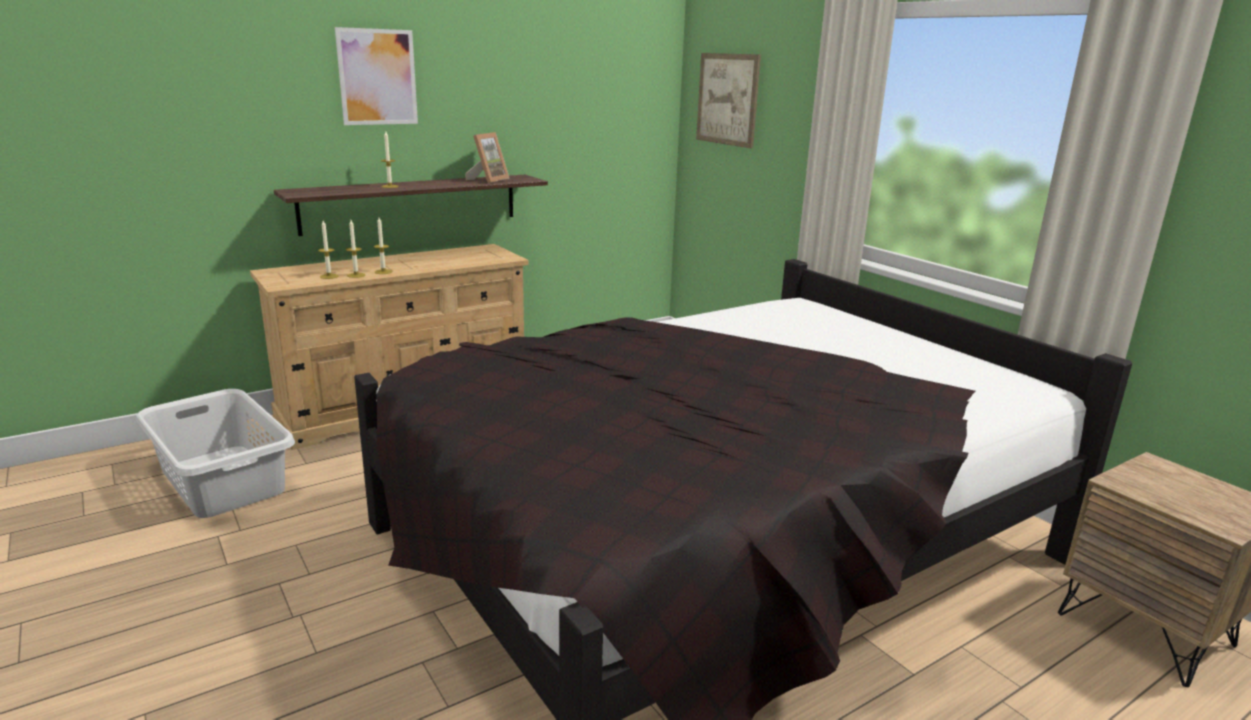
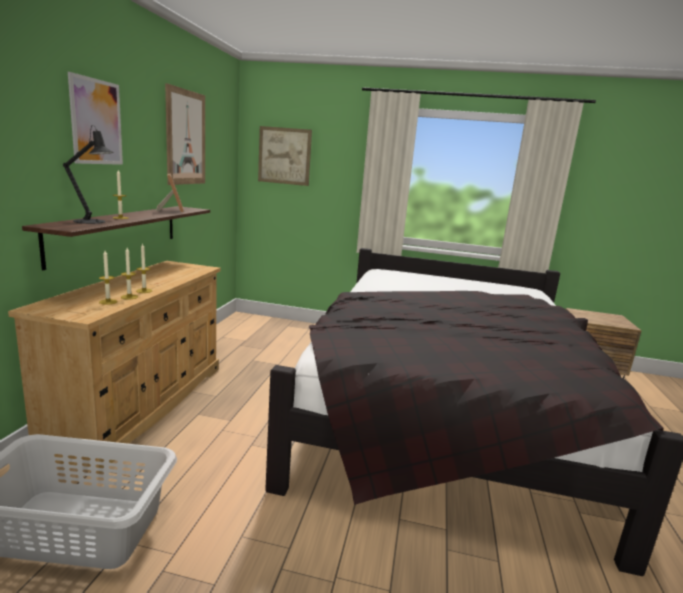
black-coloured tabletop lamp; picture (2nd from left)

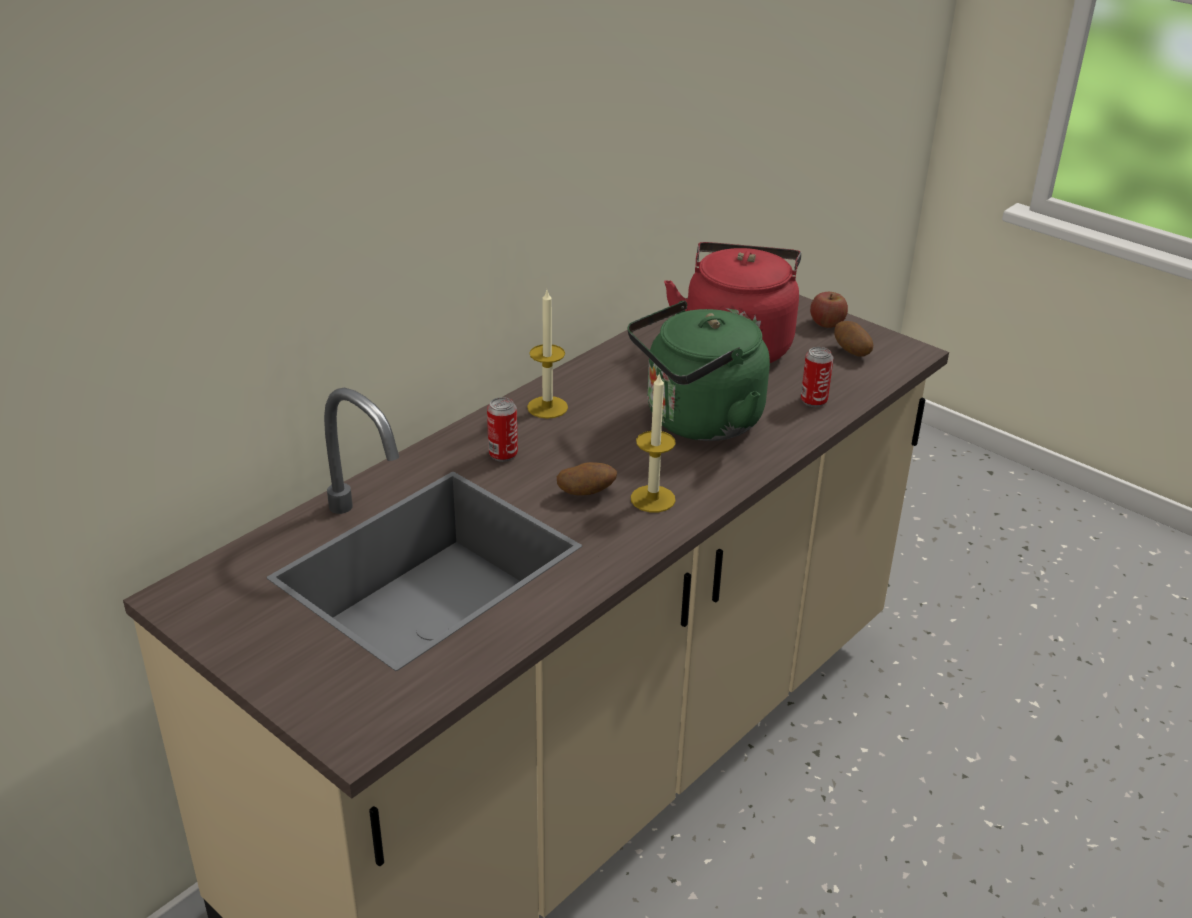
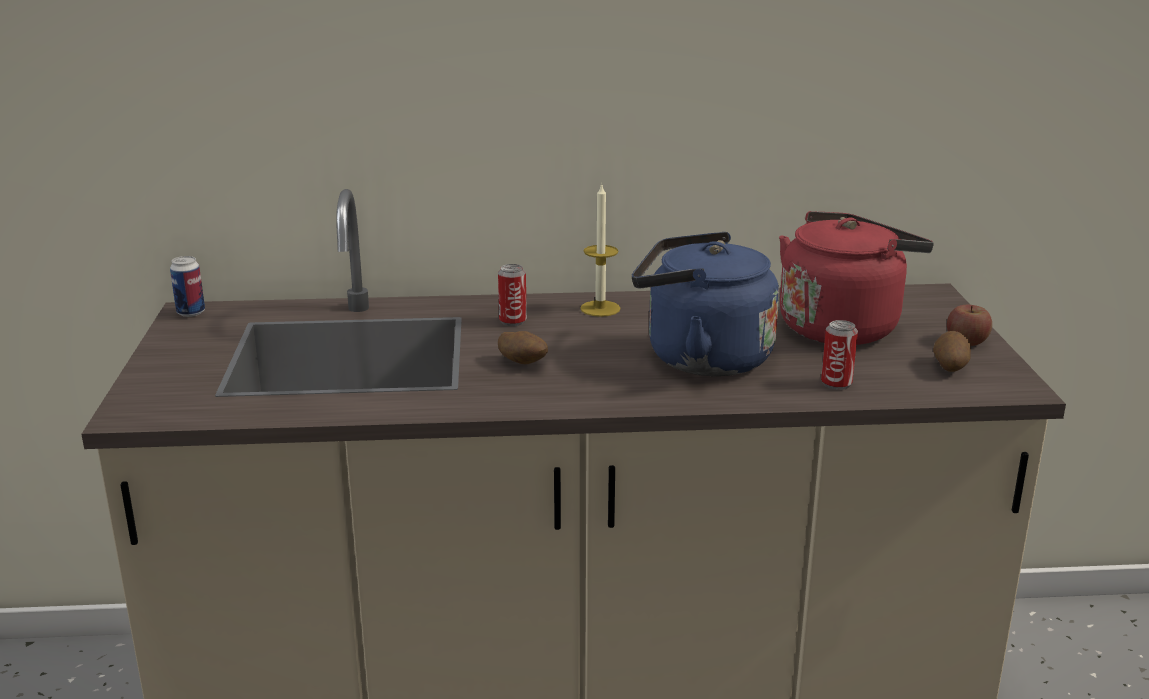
blue tea kettle; candle (2nd from left in the first image); metal can (1st from left)

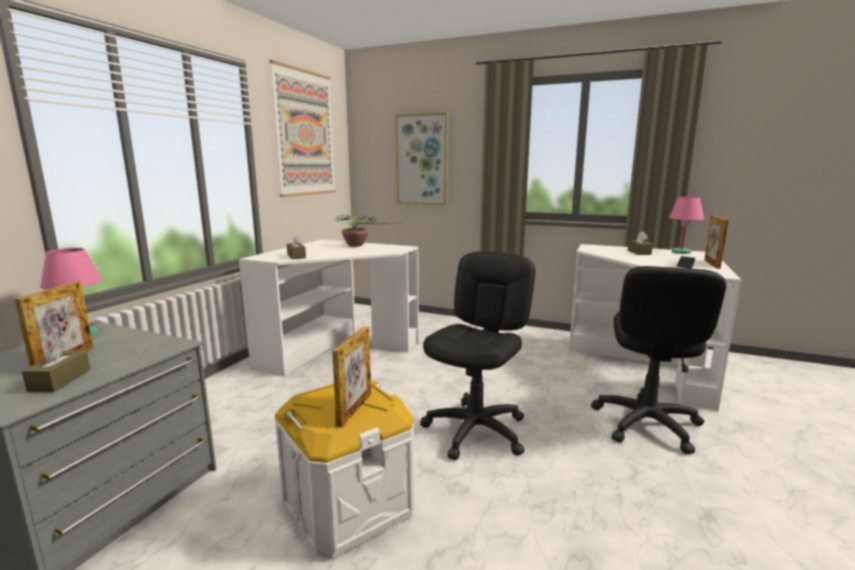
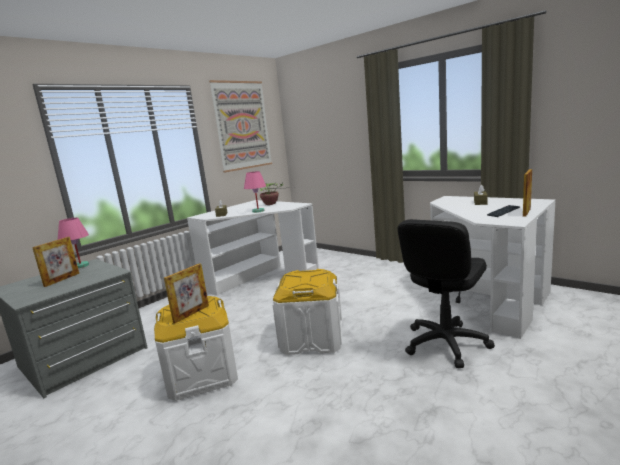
brown box of tissues (1st from left in the first image); picture (2nd from left in the first image); white storage box (2nd from left); pink-coloured tabletop lamp (2nd from left)

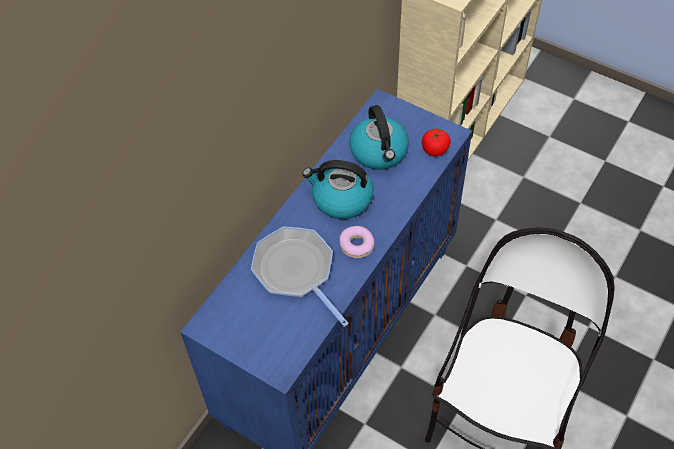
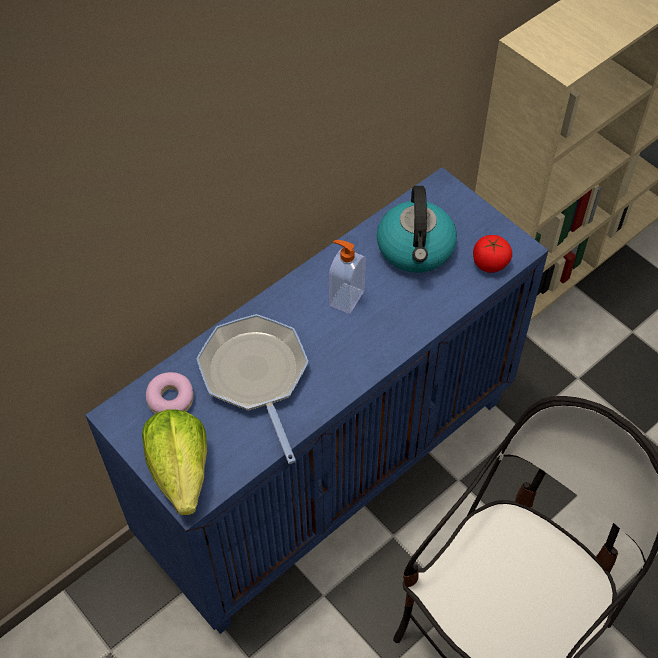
soap dispenser; doughnut; lettuce head

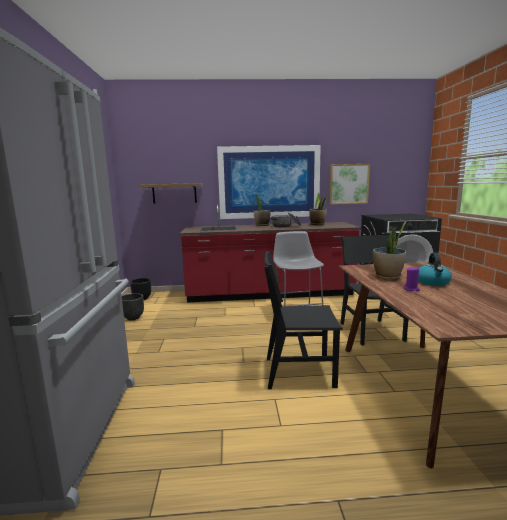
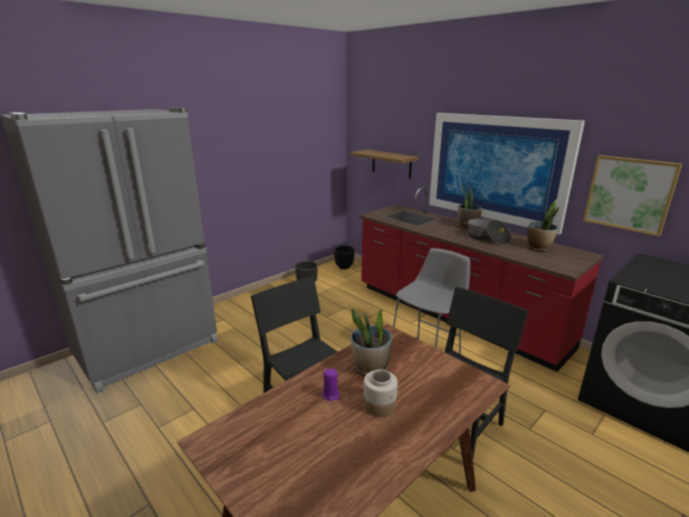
preserve jar

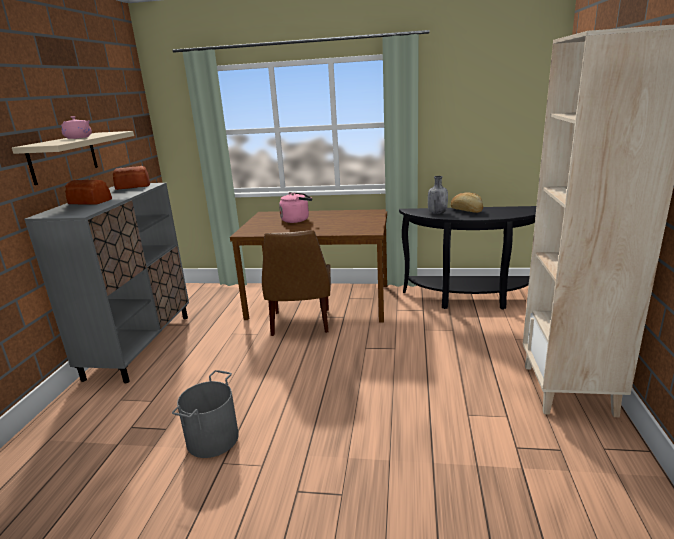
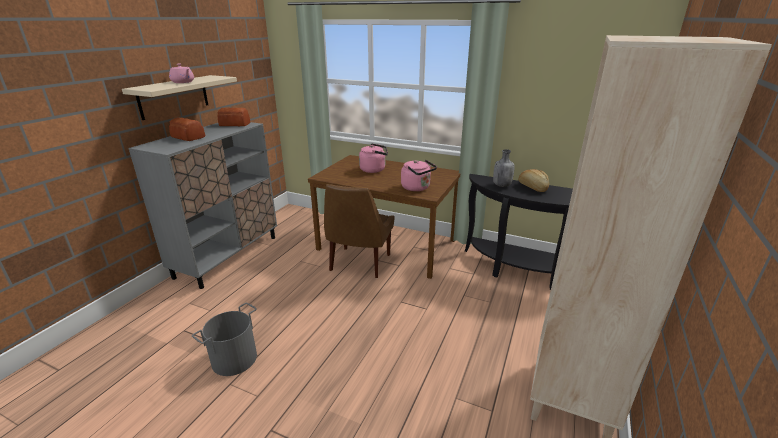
pink-coloured tea kettle (2nd from left)

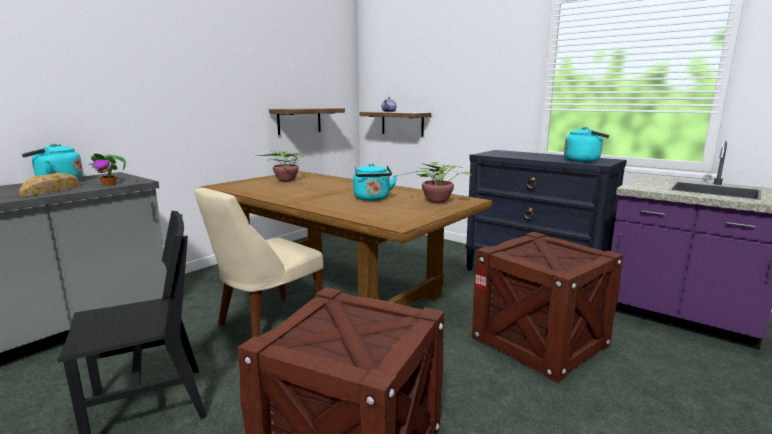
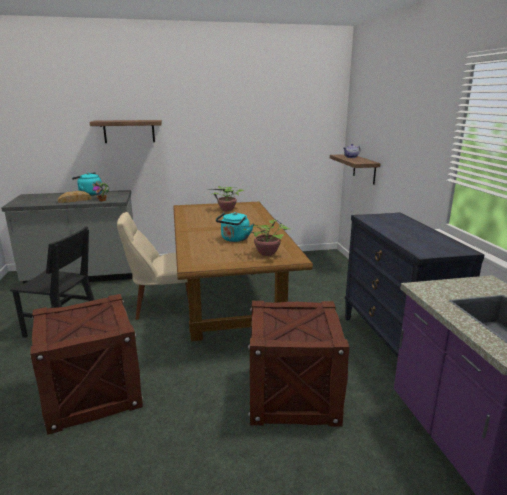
wall shelf (1st from left); turquoise-coloured tea kettle (3rd from left in the first image)

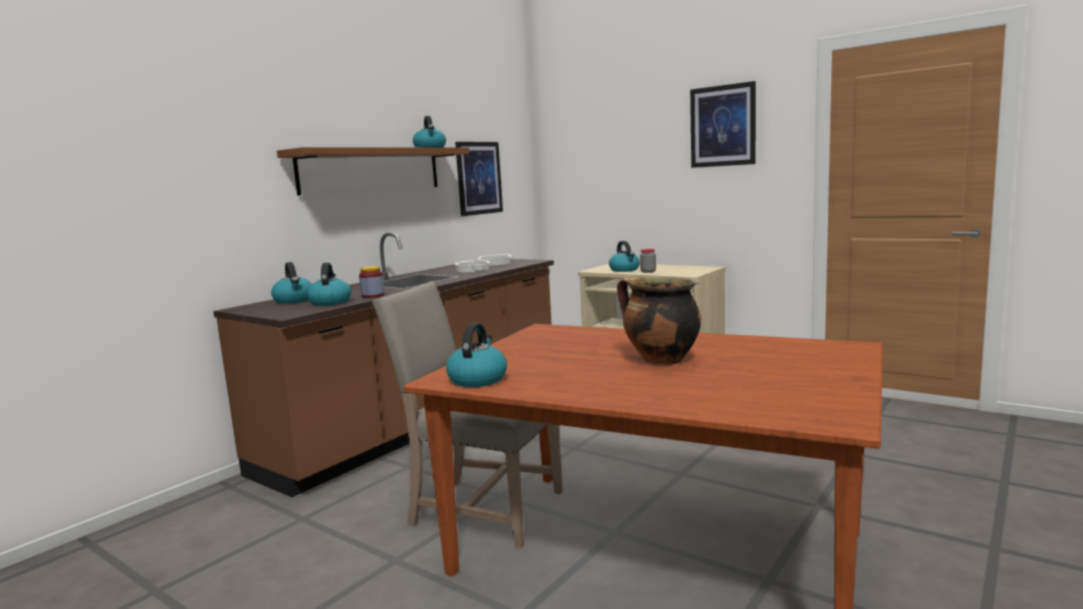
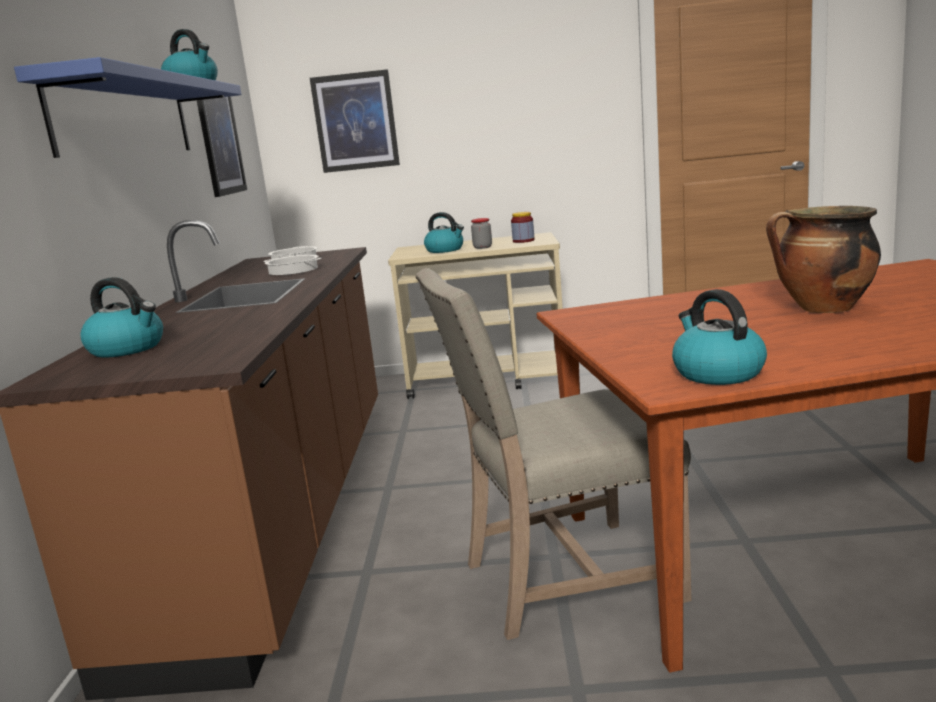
blue wall shelf; tea kettle (2nd from left in the first image); preserve jar (2nd from left); picture (2nd from left)

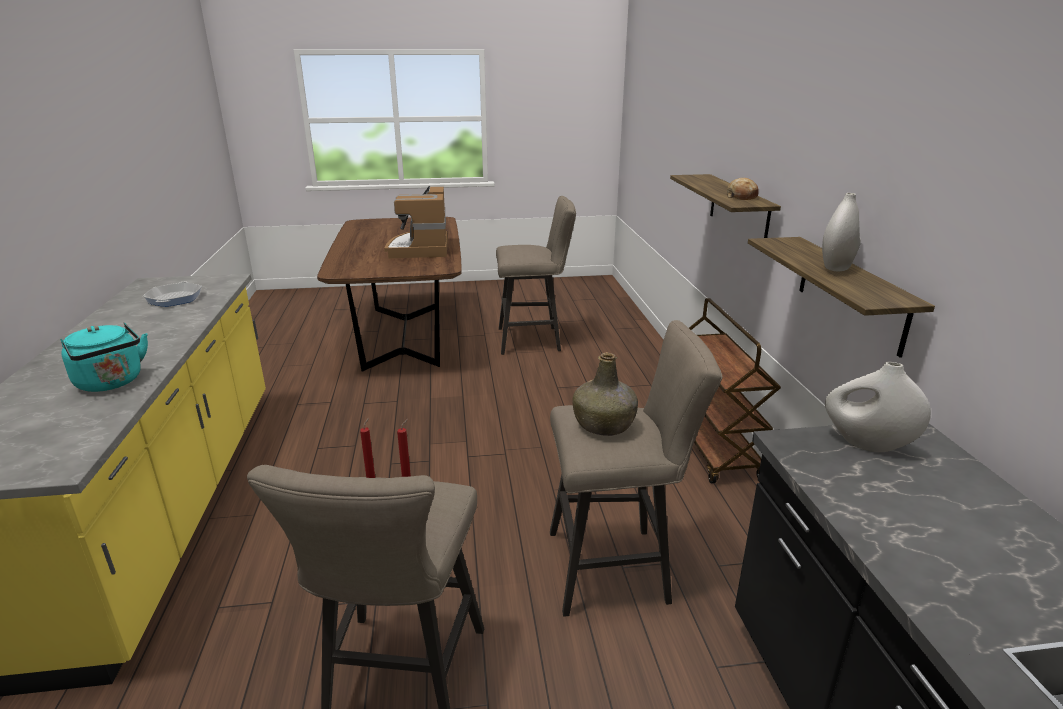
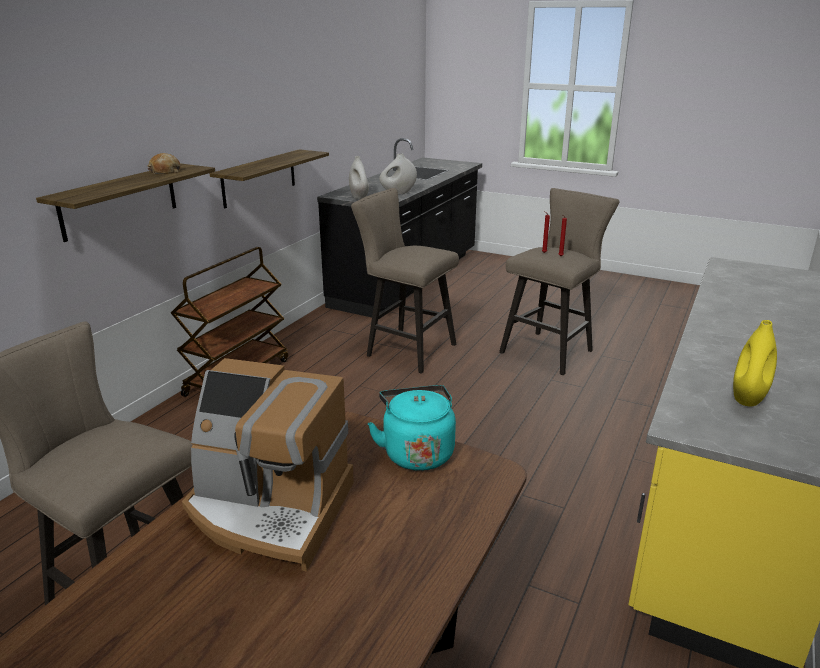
turquoise-coloured tea kettle; yellow-coloured vase; coffee maker; greenish drink bottle; white vase (2nd from left)

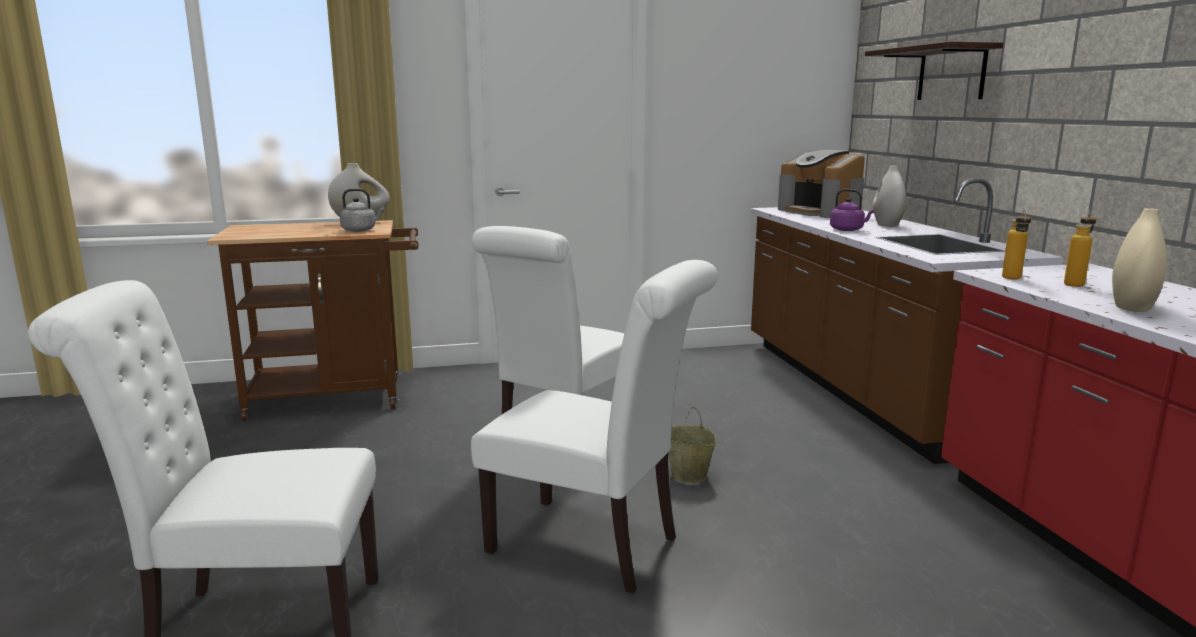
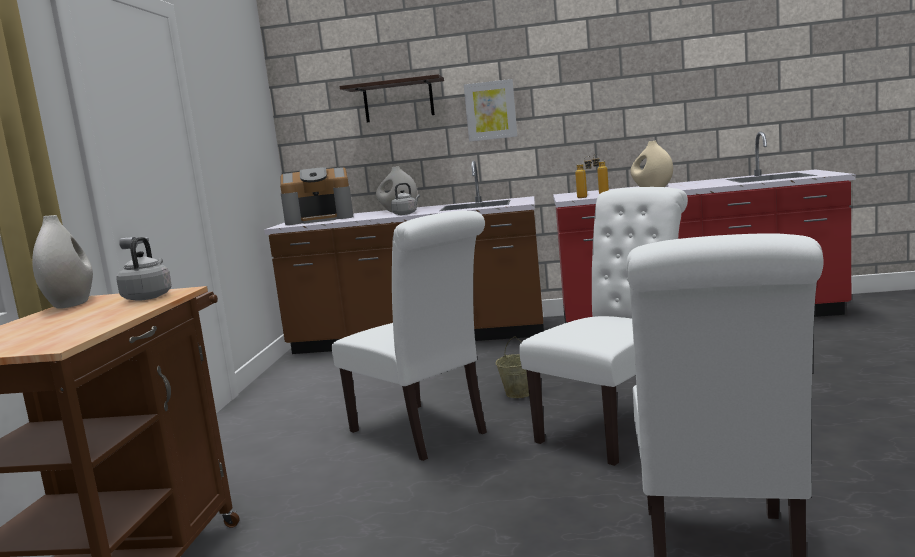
gray tea kettle (2nd from left); picture

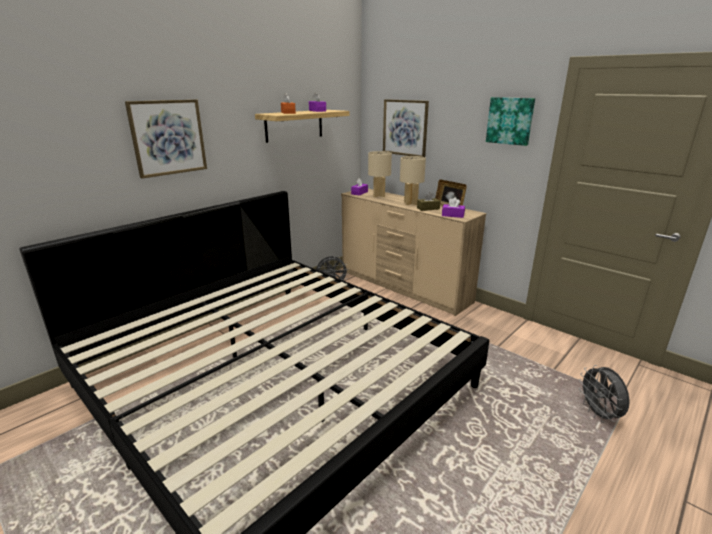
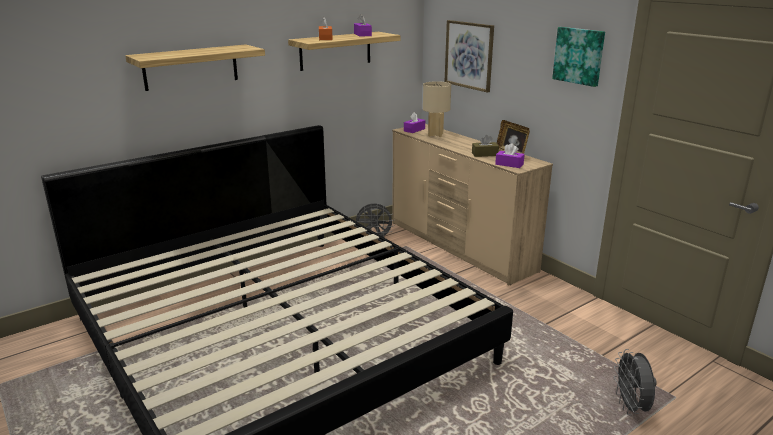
wall shelf (1st from left); beige tabletop lamp (2nd from left in the first image)

